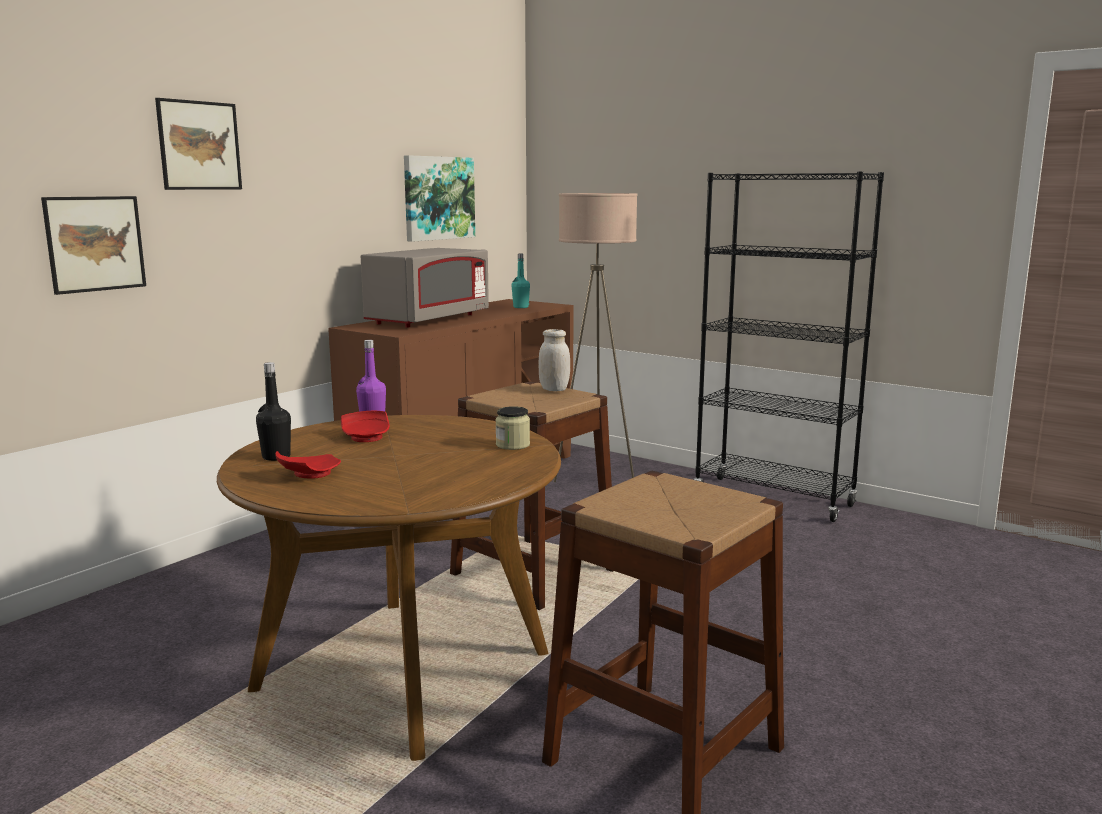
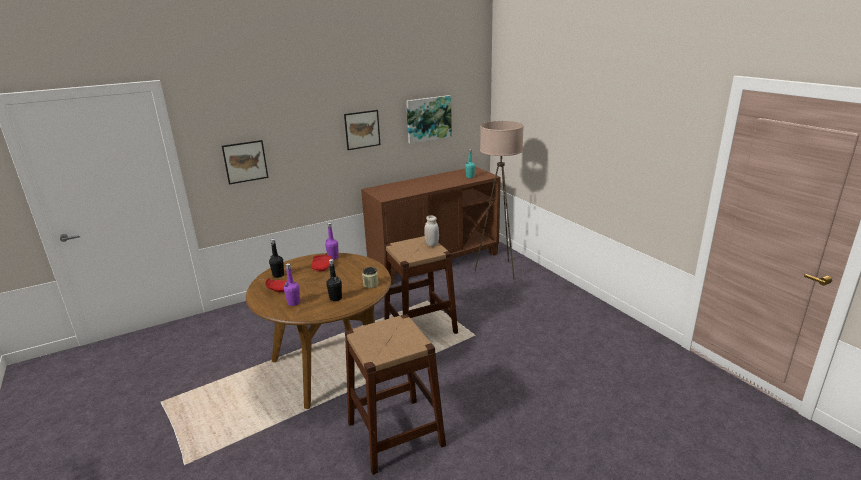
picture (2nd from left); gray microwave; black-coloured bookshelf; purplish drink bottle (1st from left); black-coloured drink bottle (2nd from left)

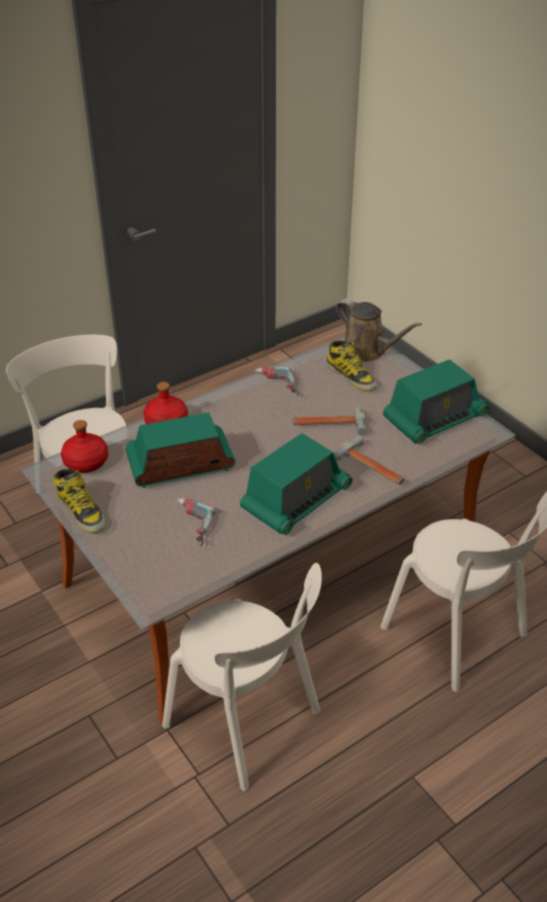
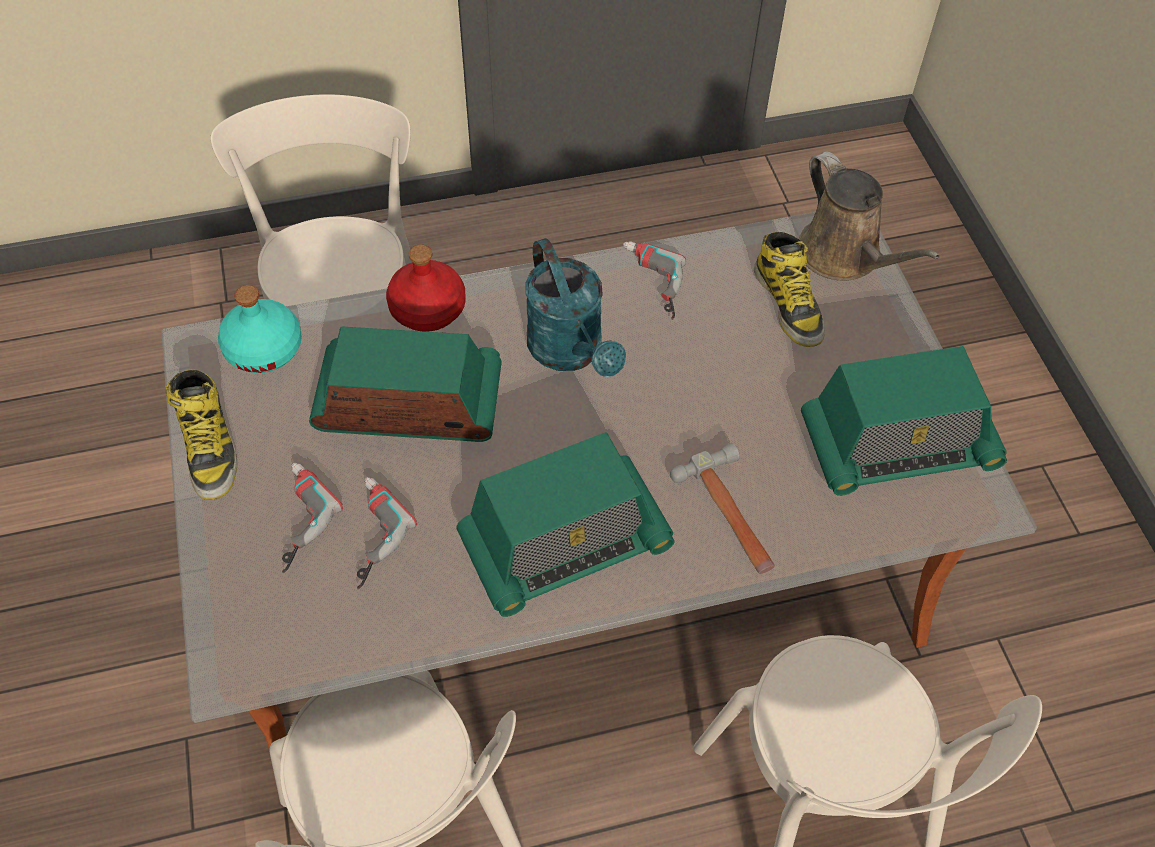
turquoise-coloured drink bottle; hammer (1st from left in the first image); power drill (1st from left); turquoise-coloured watering pot

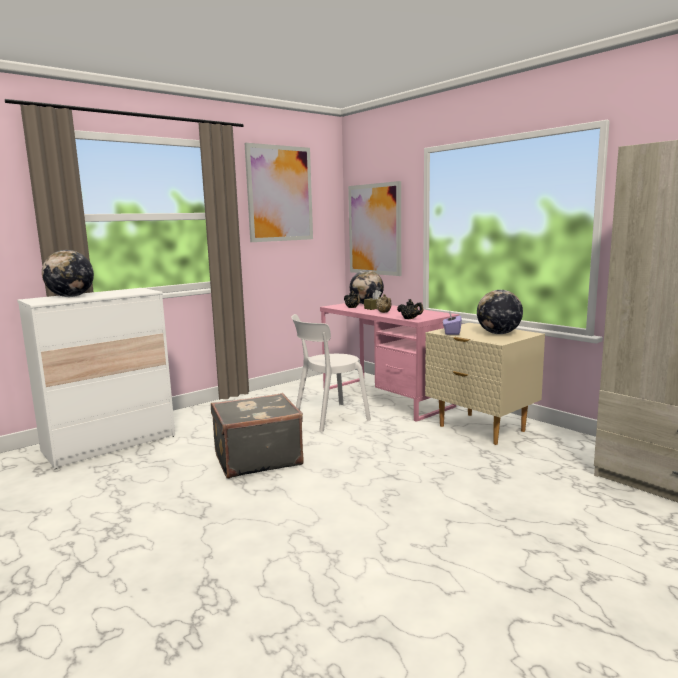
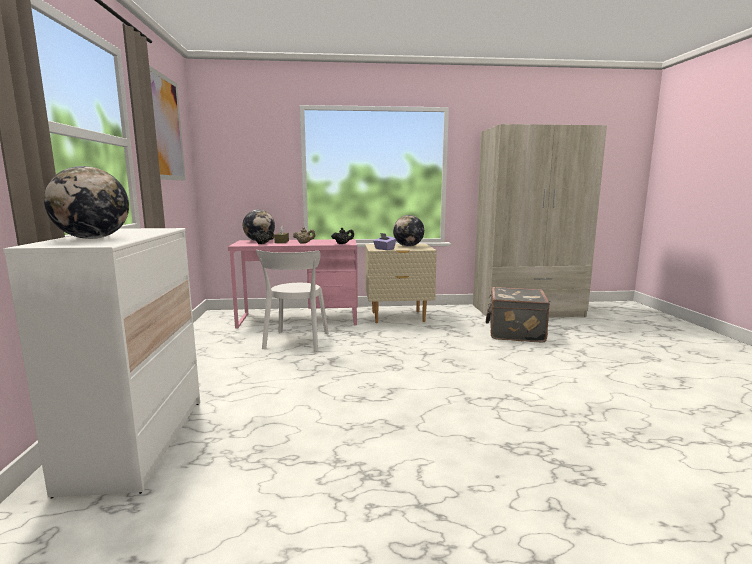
gray suitcase; picture (2nd from left in the first image)

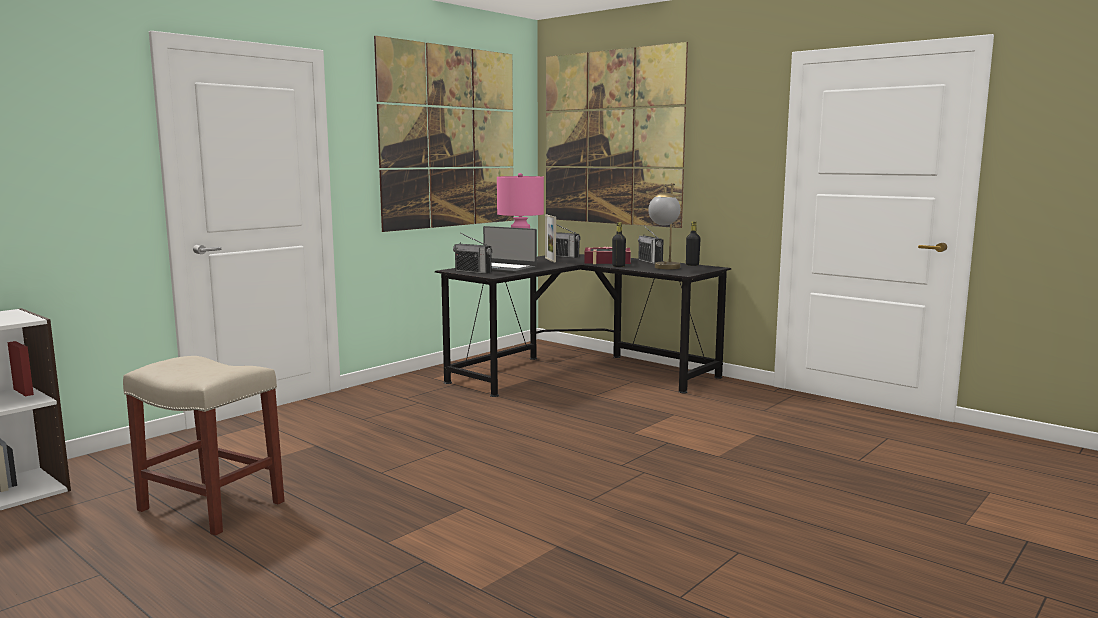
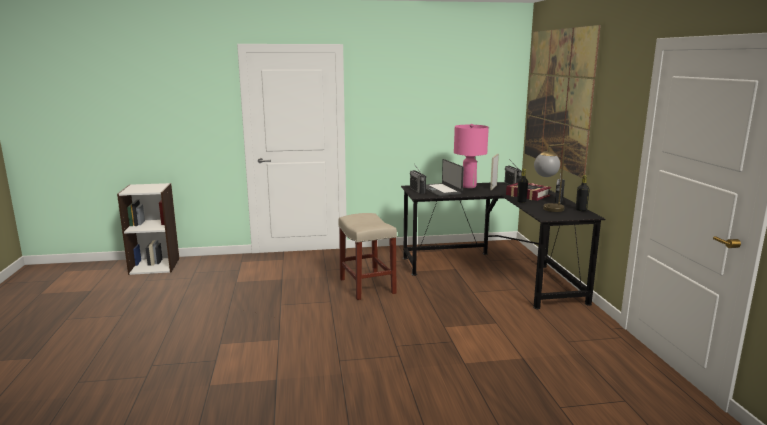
beige sitting stool; picture (1st from left in the first image)

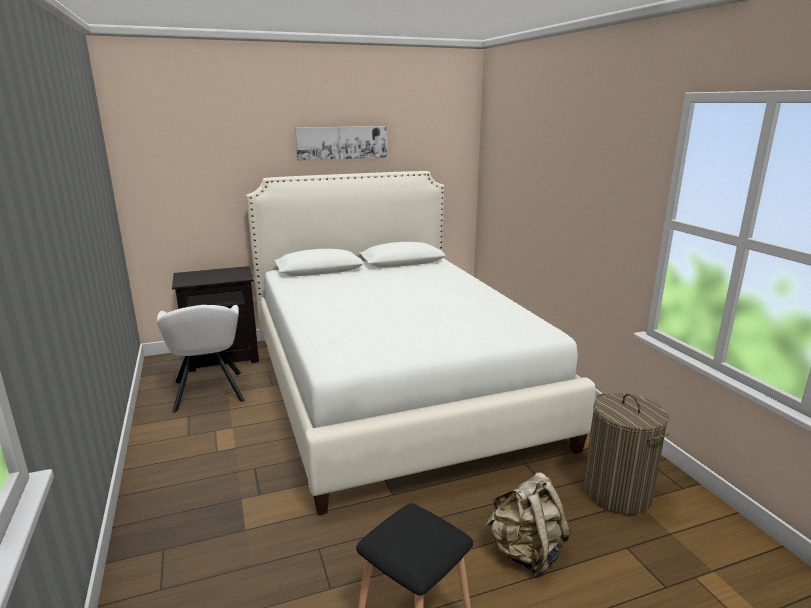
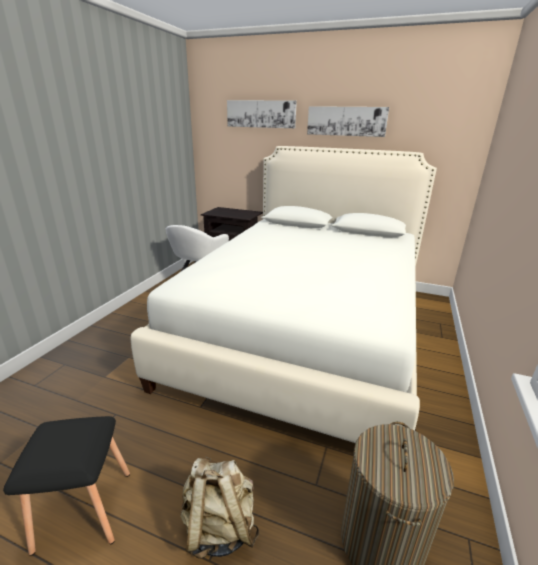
picture (1st from left)

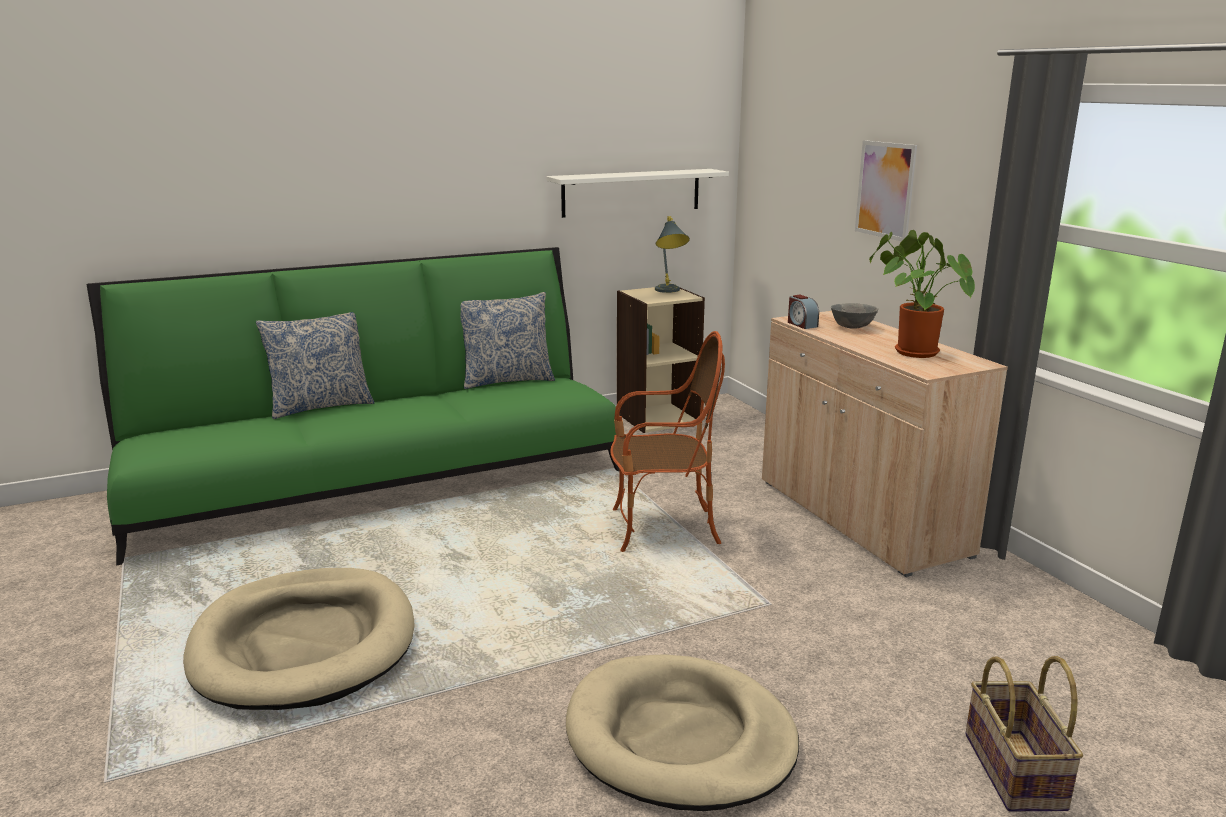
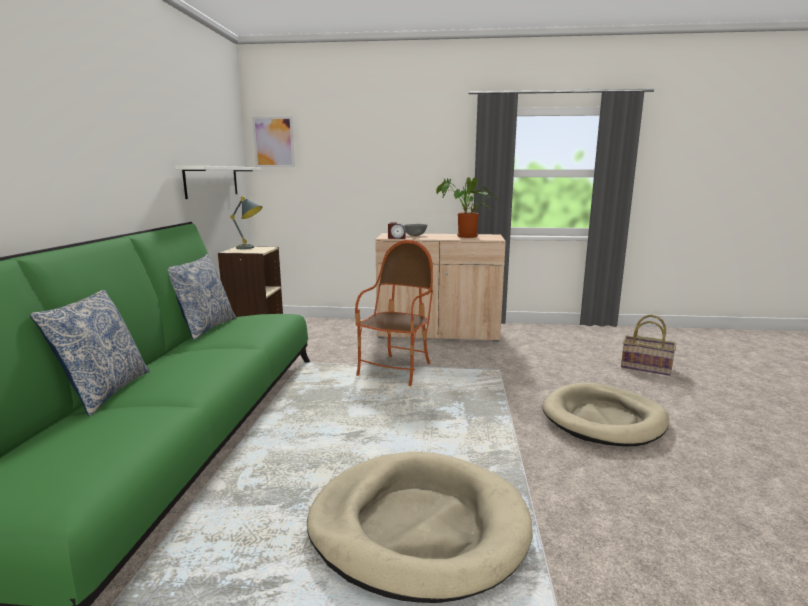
picture

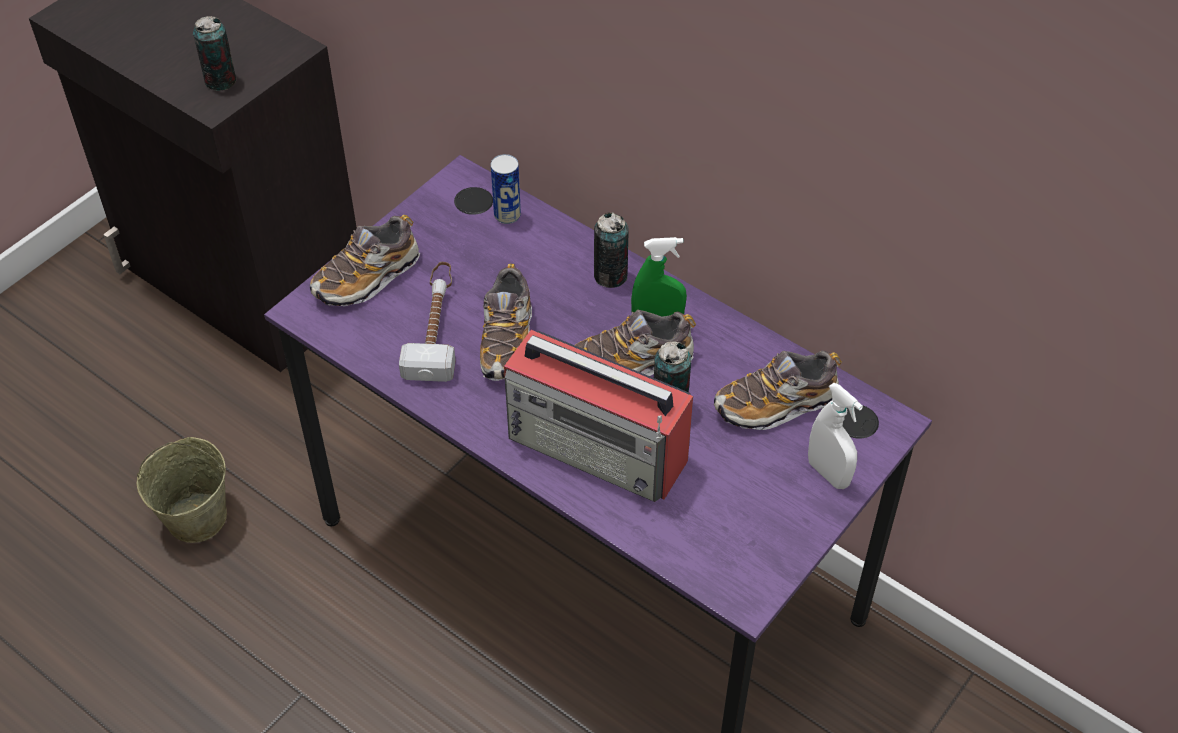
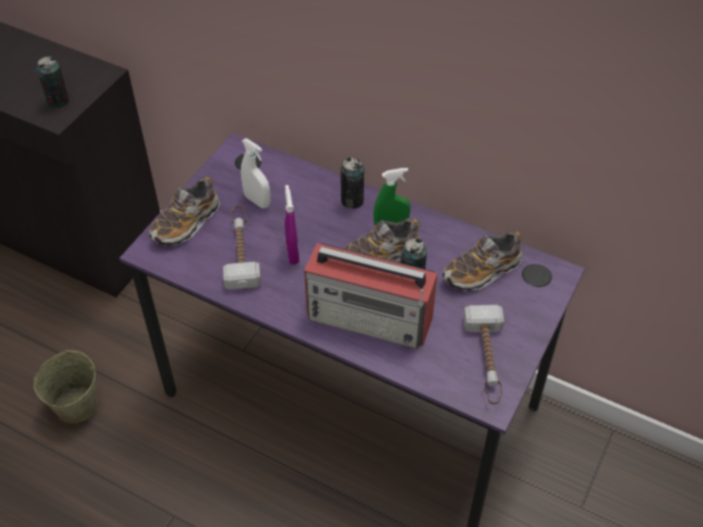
purplish sprayer; metal can (2nd from left in the first image); white sprayer; hammer (2nd from left)

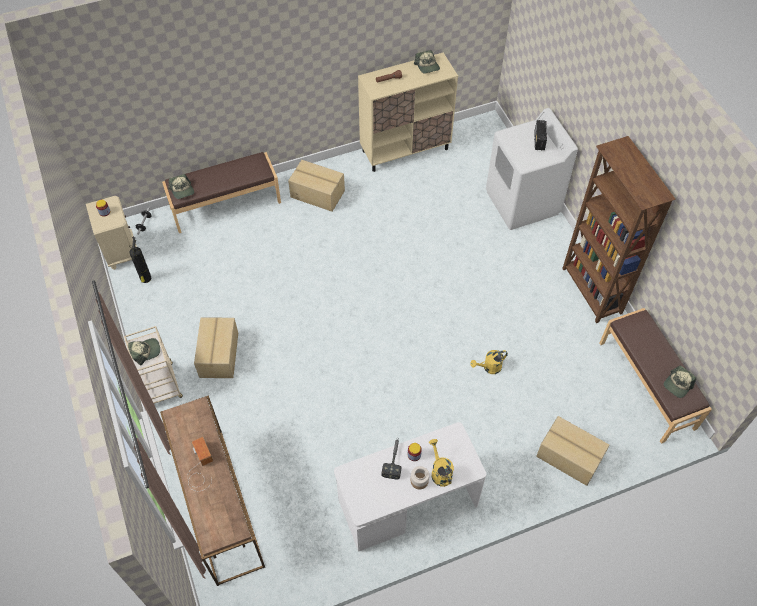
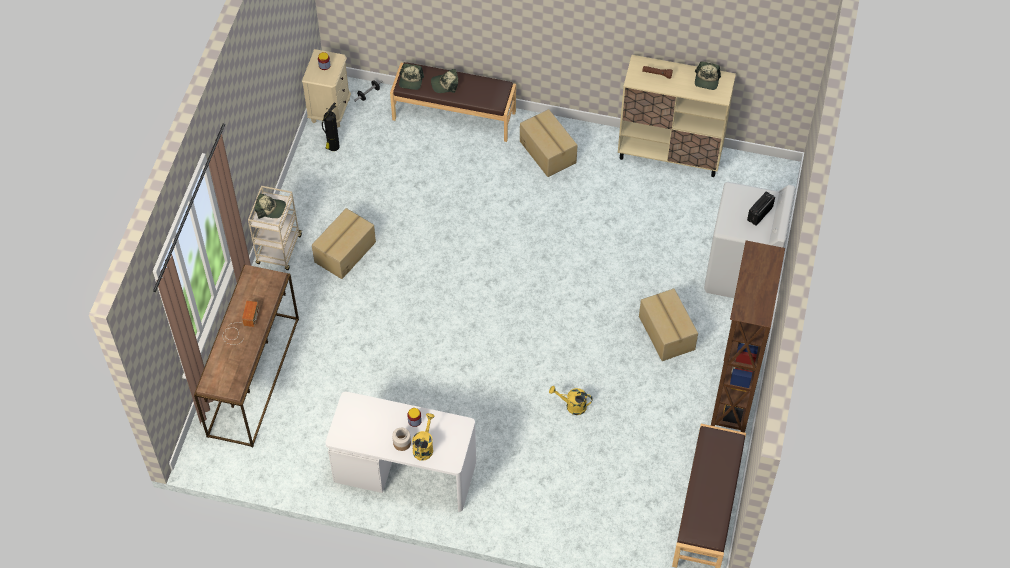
hammer; cardboard box (3rd from left); cap (3rd from left)

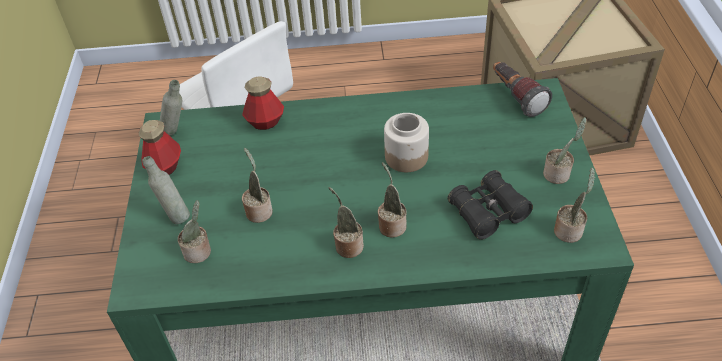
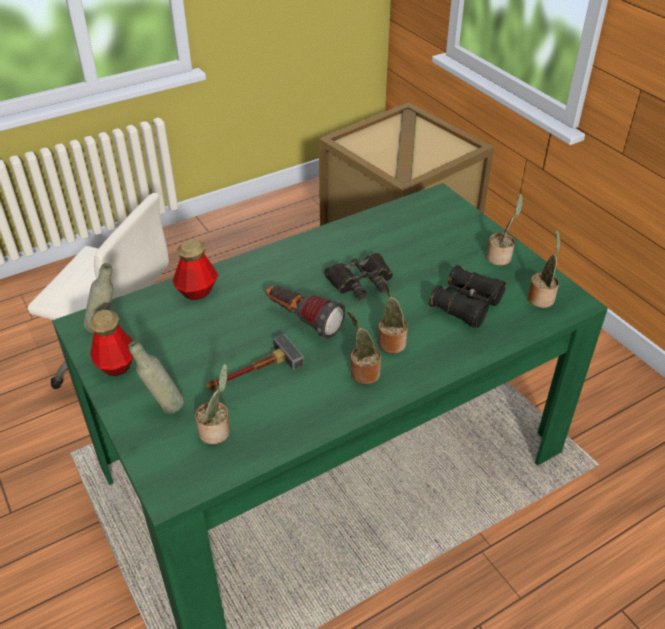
hammer; black-coloured pair of binoculars (1st from left); torch

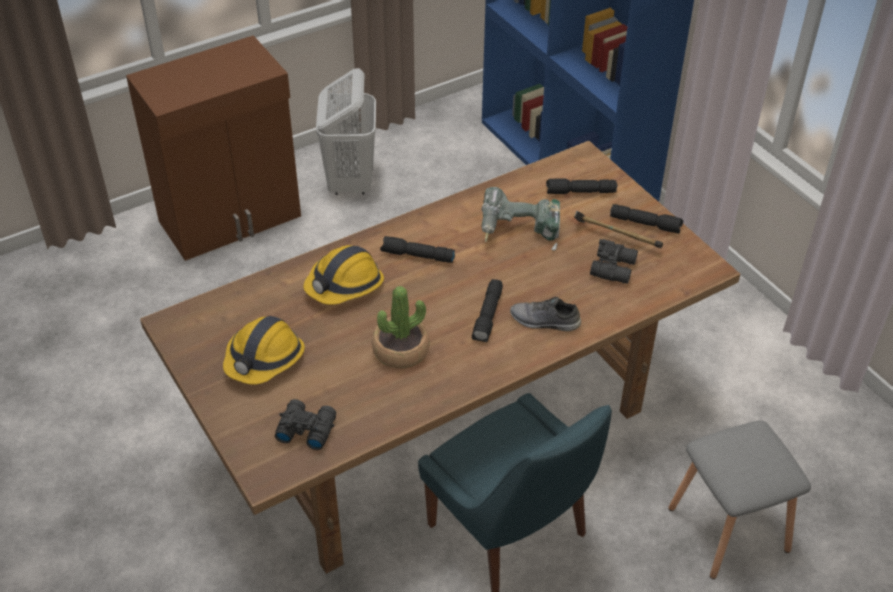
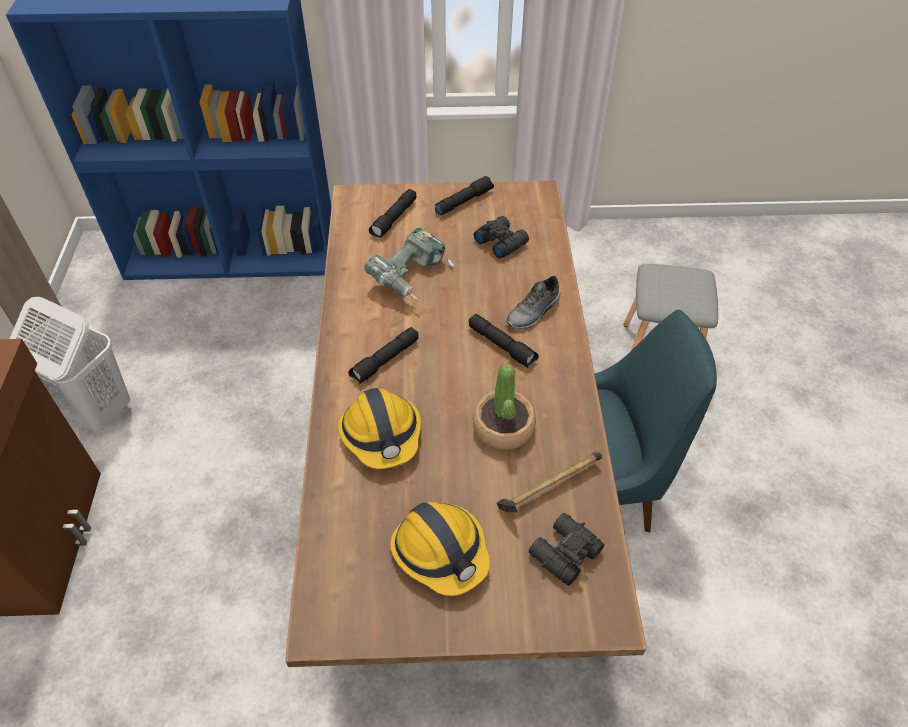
hammer

